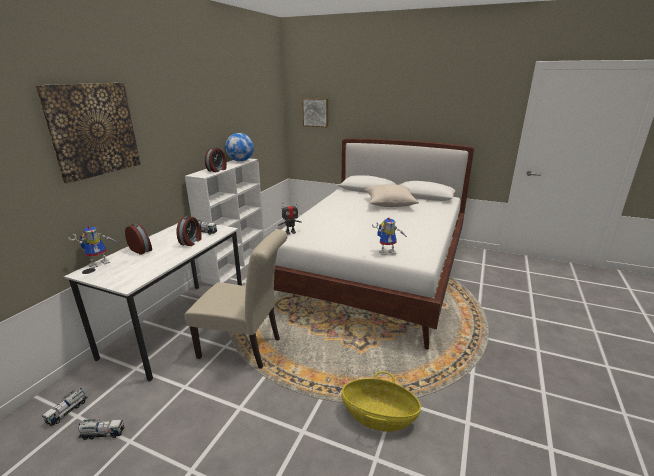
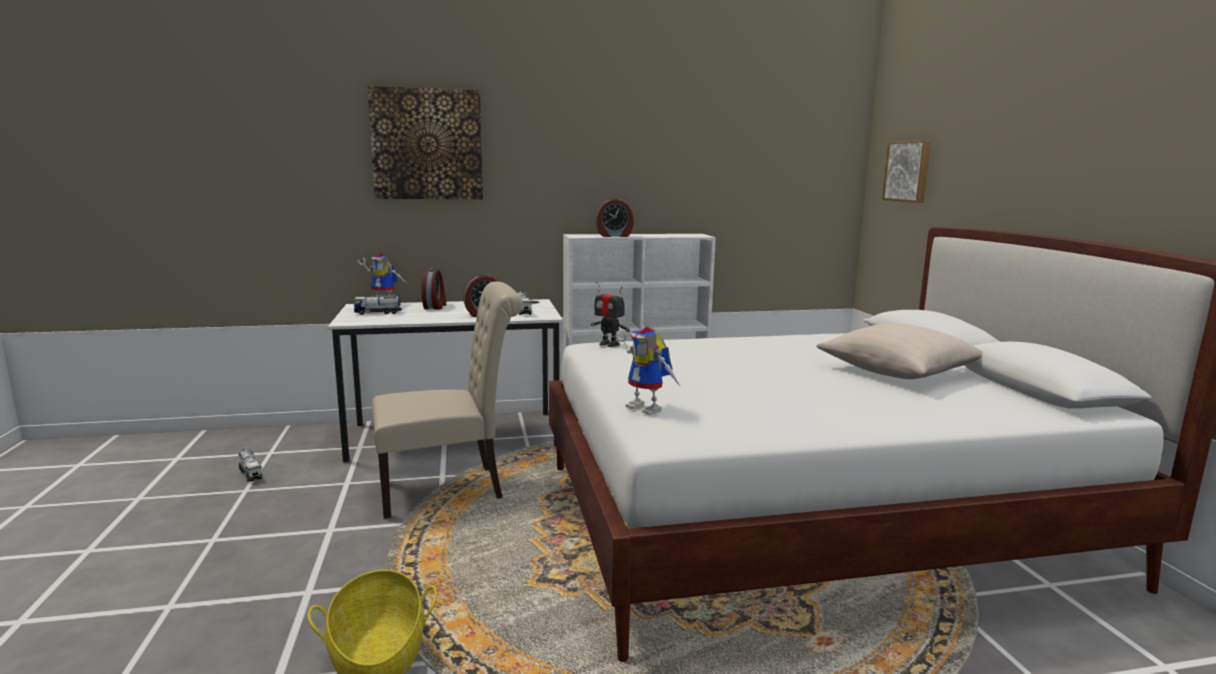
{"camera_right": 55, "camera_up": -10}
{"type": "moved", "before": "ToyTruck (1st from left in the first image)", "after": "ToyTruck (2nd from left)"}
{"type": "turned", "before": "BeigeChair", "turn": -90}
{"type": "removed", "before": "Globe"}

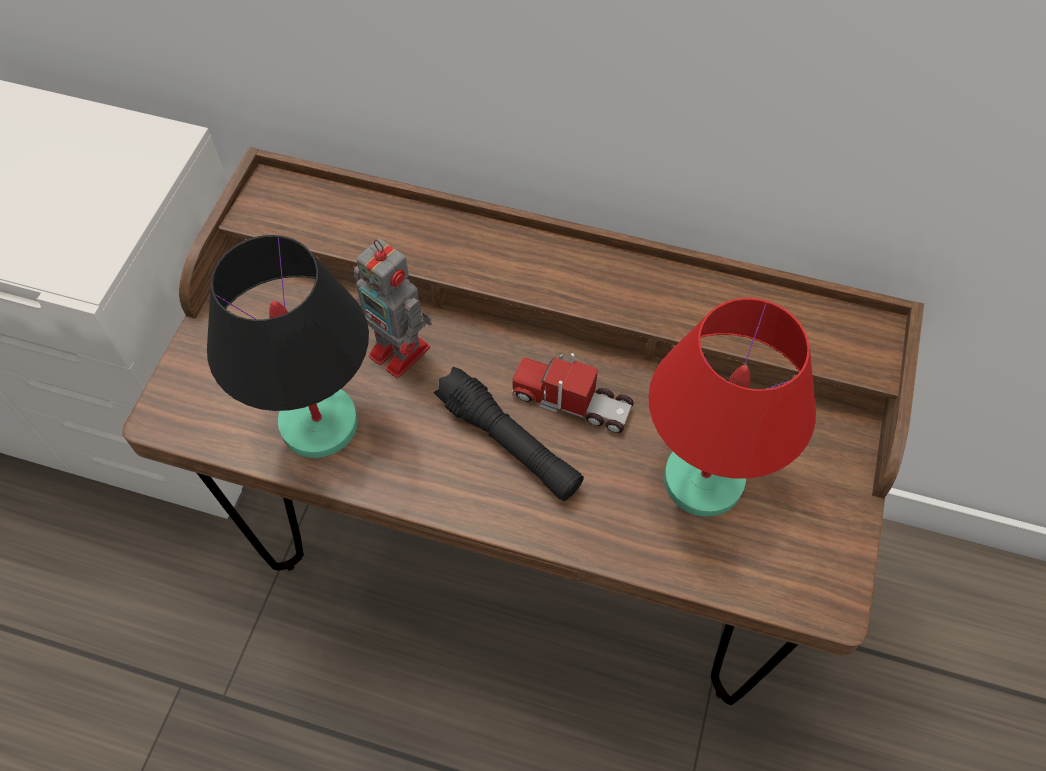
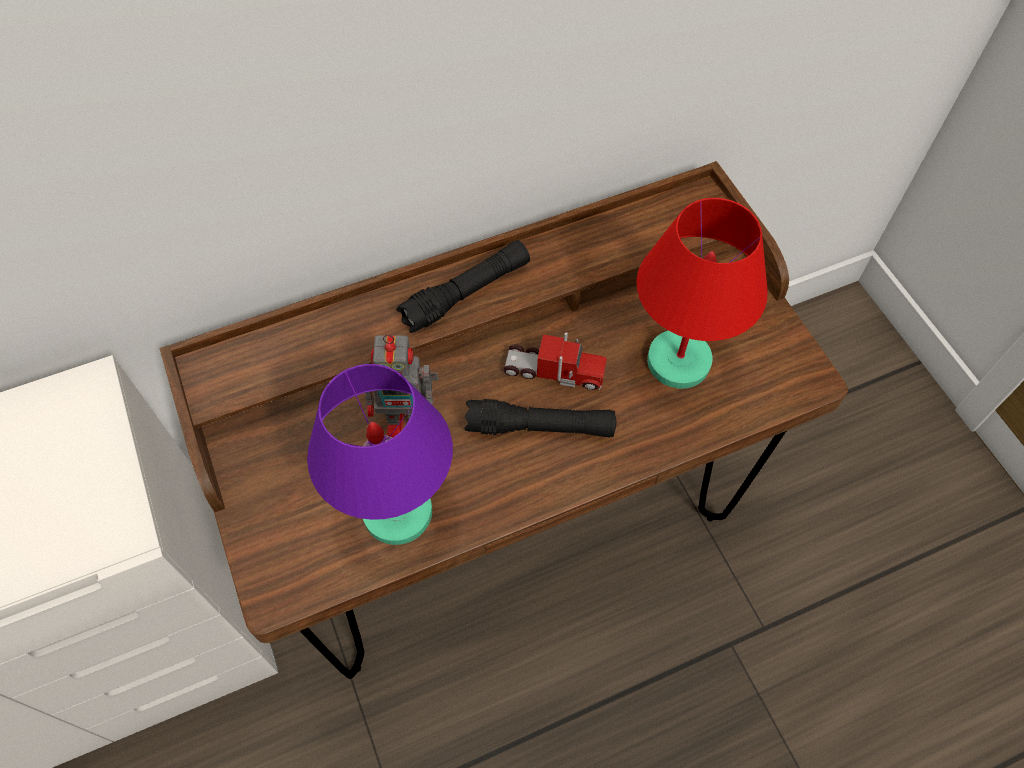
{"camera_right": -40, "camera_up": 0}
{"type": "recoloured", "before": "BlackTableLamp", "after": "PurpleTableLamp"}
{"type": "added", "after": "BlackFlashlight (1st from left)"}
{"type": "turned", "before": "ToyTruck", "turn": -150}

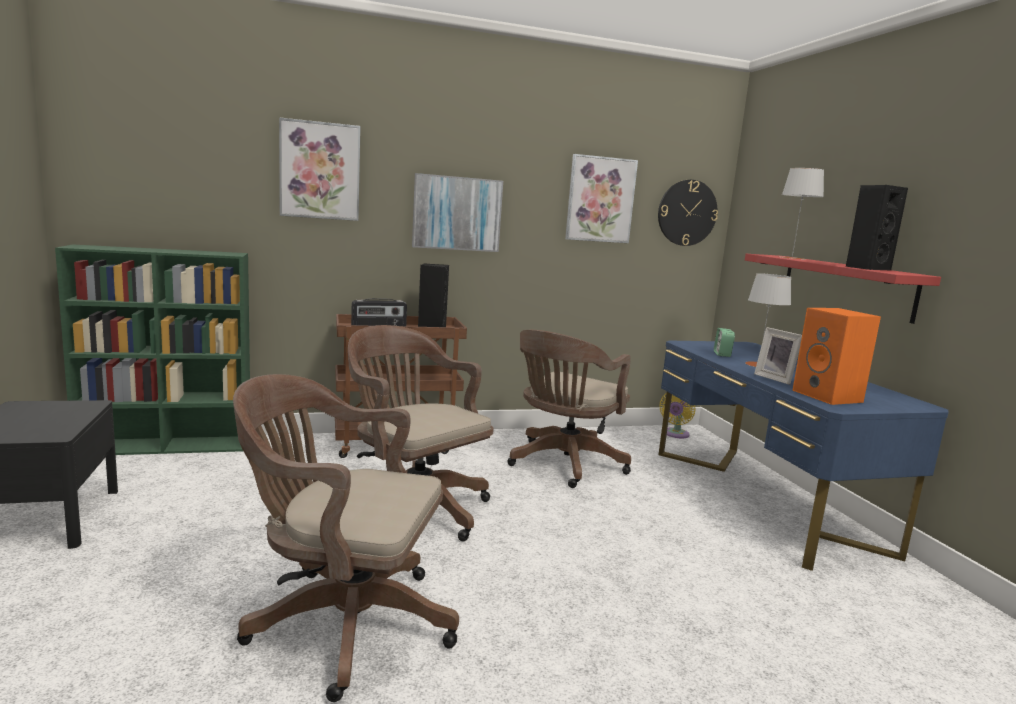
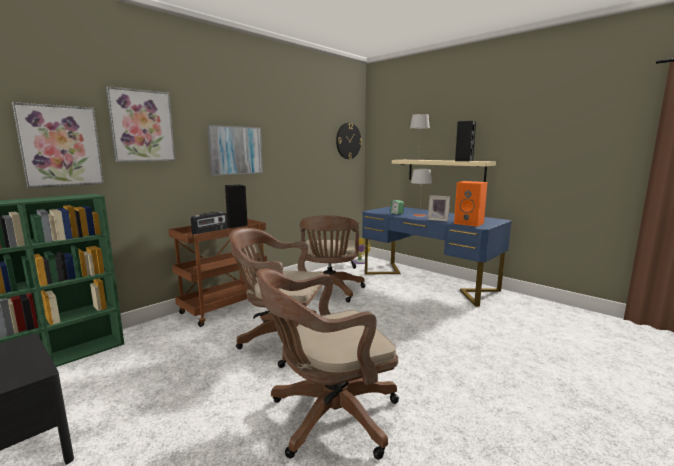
{"camera_right": -30, "camera_up": 0}
{"type": "moved", "before": "Picture (3rd from left in the first image)", "after": "Picture (1st from left)"}
{"type": "recoloured", "before": "RedShelf", "after": "BeigeShelf"}

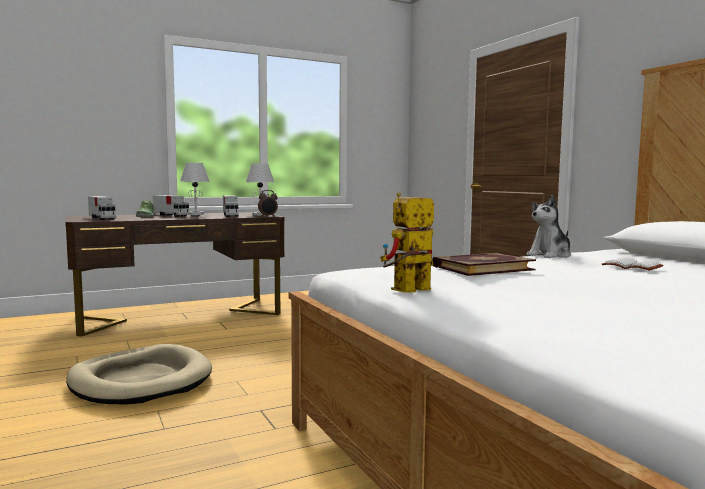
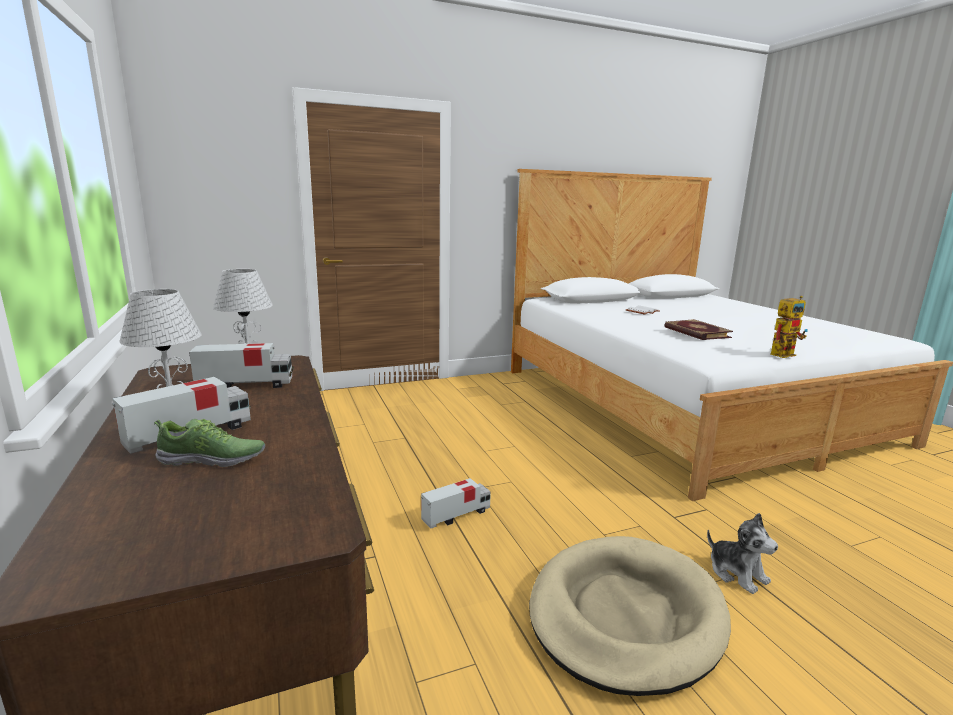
{"camera_right": -85, "camera_up": 10}
{"type": "moved", "before": "ToyTruck (1st from left in the first image)", "after": "ToyTruck (3rd from left)"}
{"type": "moved", "before": "PlushToy"}
{"type": "turned", "before": "ToyRobot", "turn": -90}
{"type": "removed", "before": "AlarmClock"}

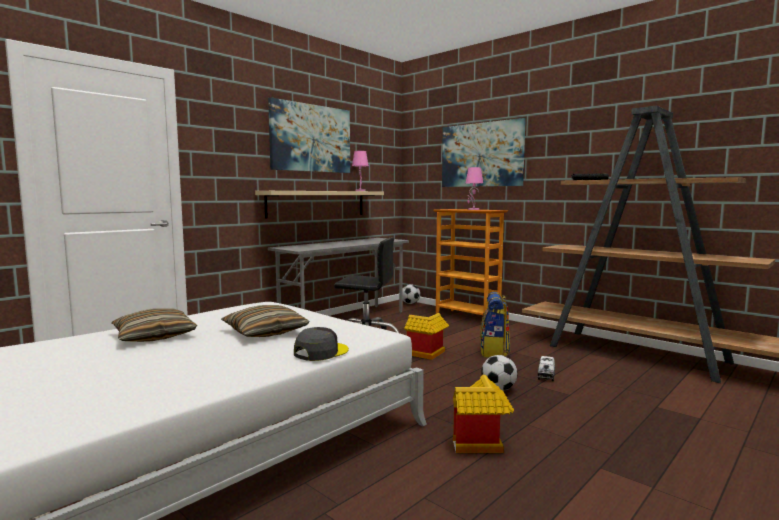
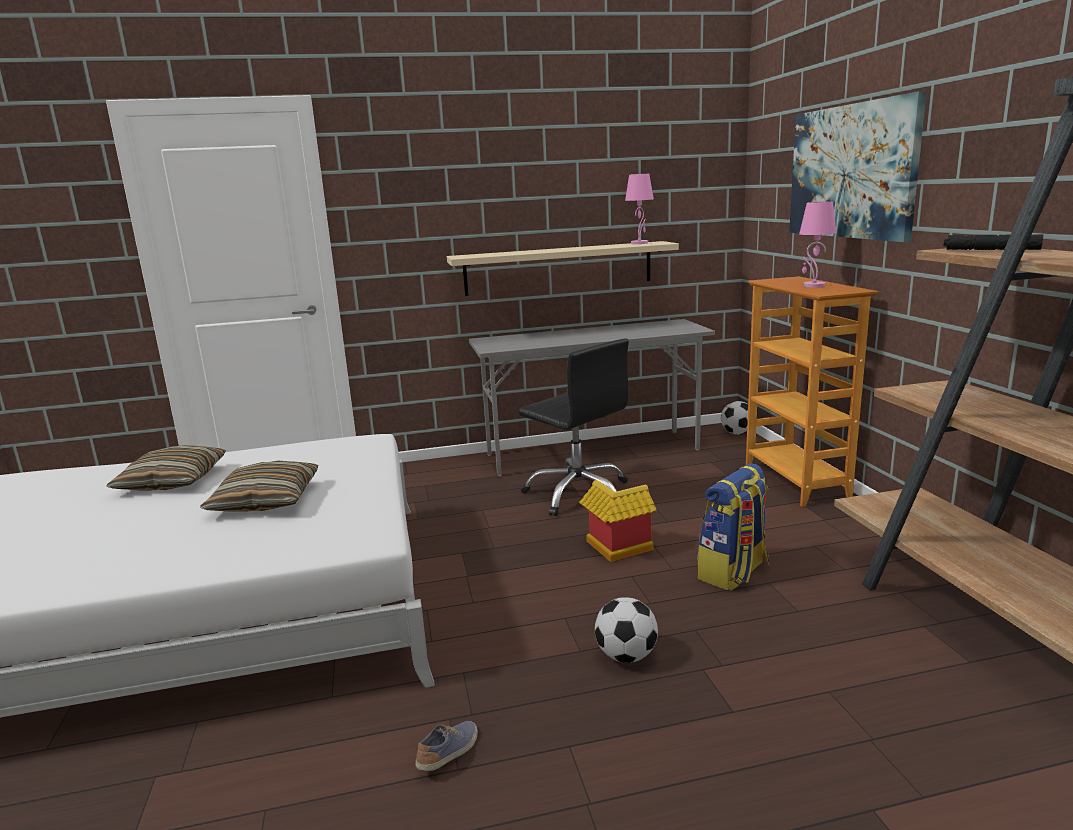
{"camera_right": 35, "camera_up": 10}
{"type": "replaced", "before": "ToyHouse (2nd from left)", "after": "Shoe"}
{"type": "removed", "before": "Picture (1st from left)"}
{"type": "removed", "before": "GreyCap"}
{"type": "removed", "before": "ToyTruck"}

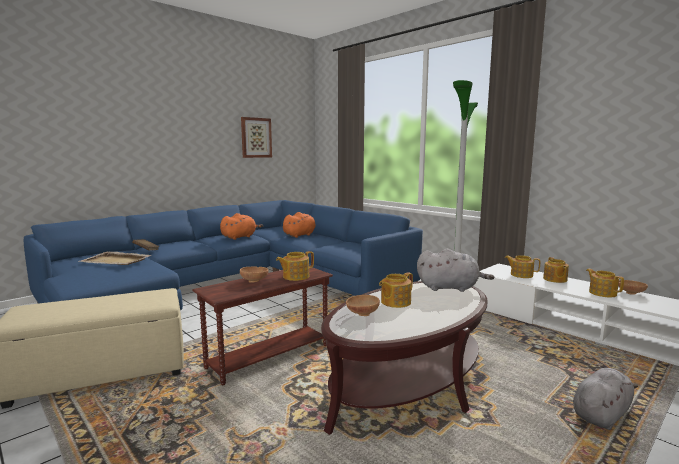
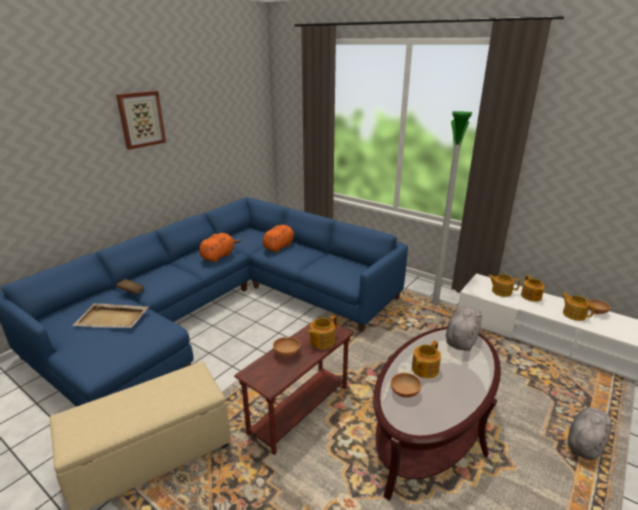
{"camera_right": -10, "camera_up": 15}
{"type": "moved", "before": "Picture"}
{"type": "turned", "before": "GreyPlushToy (1st from left)", "turn": -60}

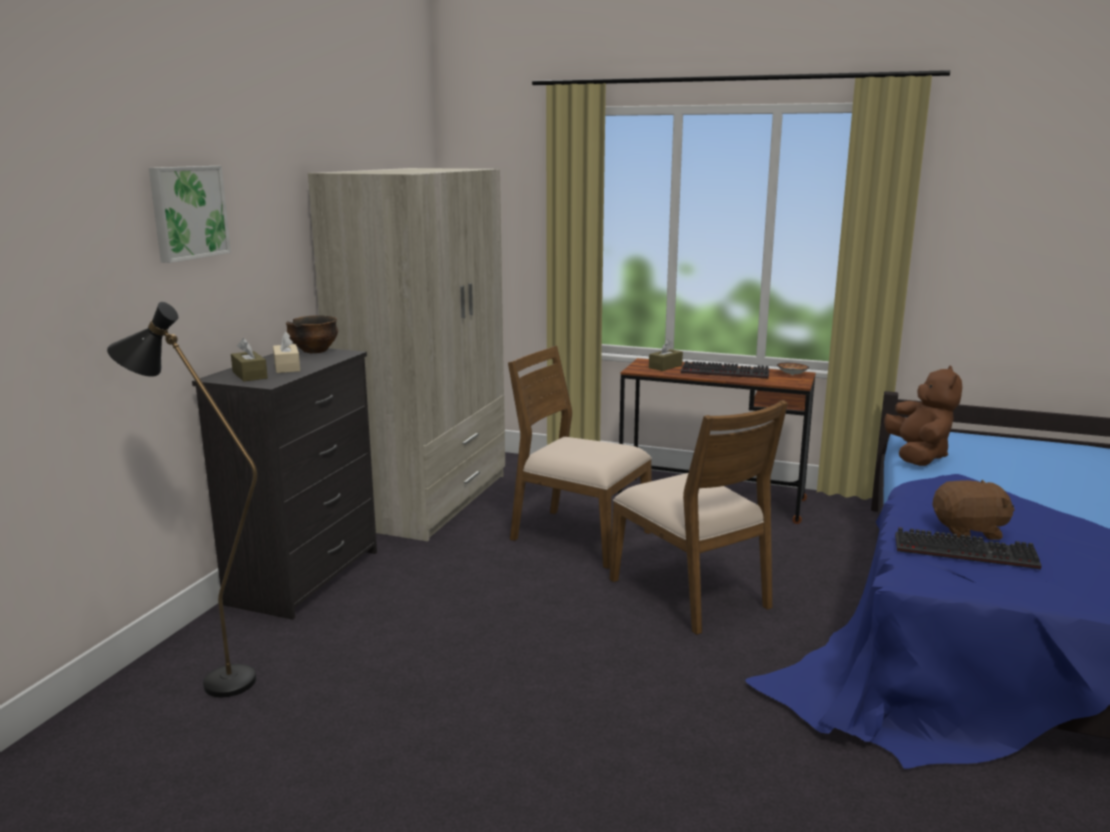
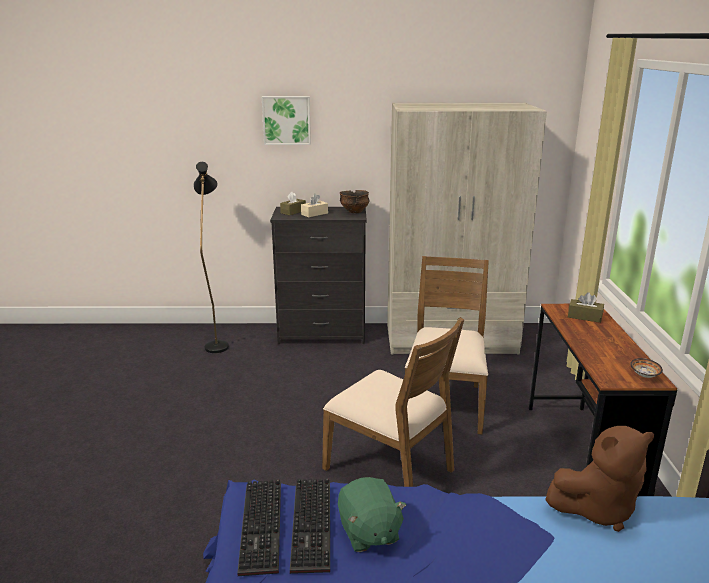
{"camera_right": 70, "camera_up": 5}
{"type": "moved", "before": "Keyboard (1st from left)"}
{"type": "turned", "before": "BrownChair (2nd from left in the first image)", "turn": -90}
{"type": "recoloured", "before": "BrownPlushToy (2nd from left)", "after": "GreenPlushToy"}

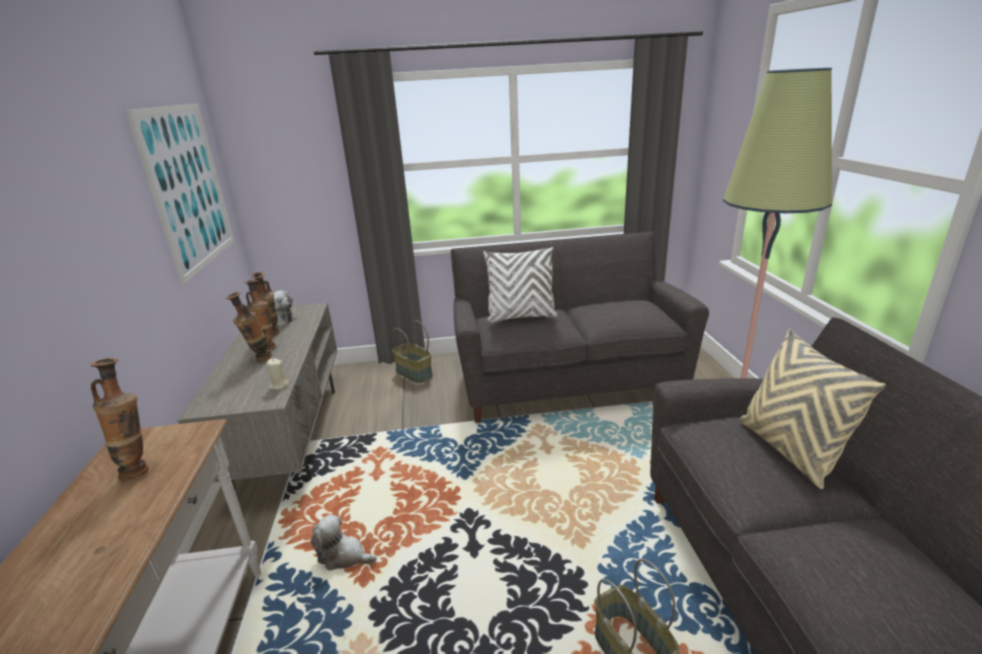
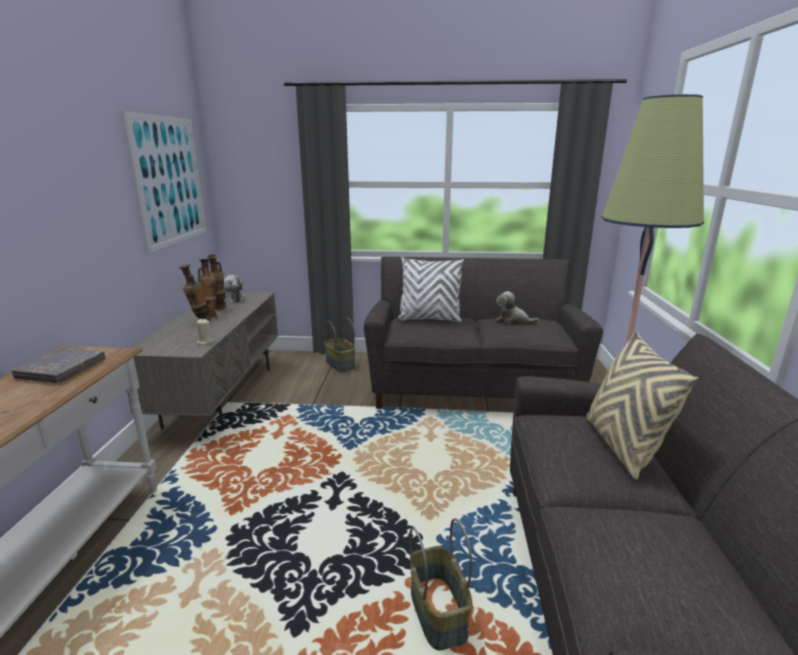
{"camera_right": 10, "camera_up": -5}
{"type": "replaced", "before": "Vase (1st from left)", "after": "GreyBook"}
{"type": "moved", "before": "PlushToy (2nd from left)"}

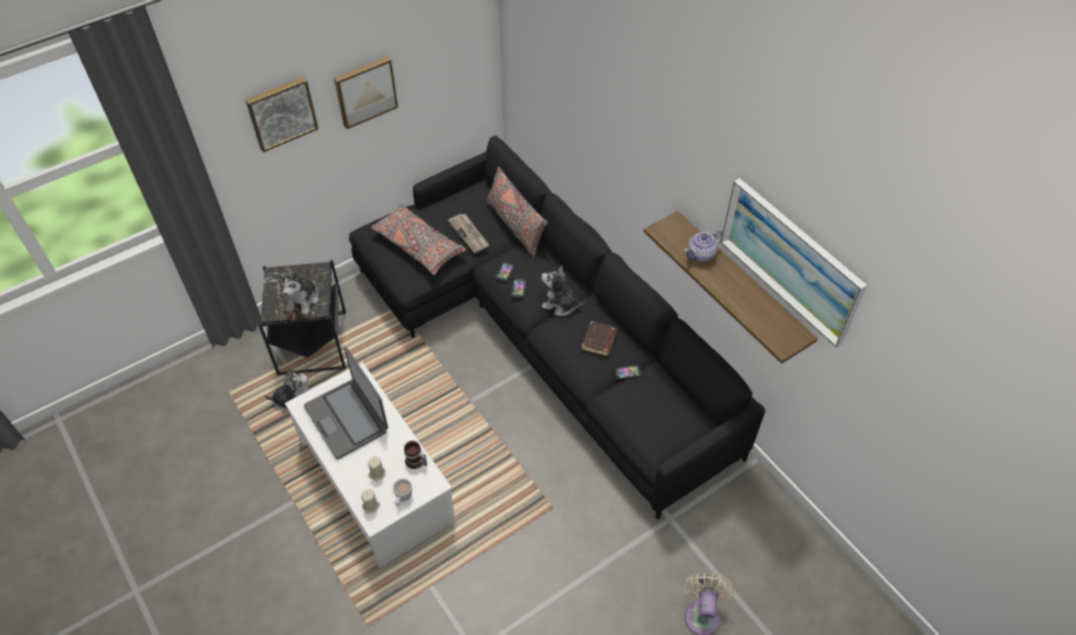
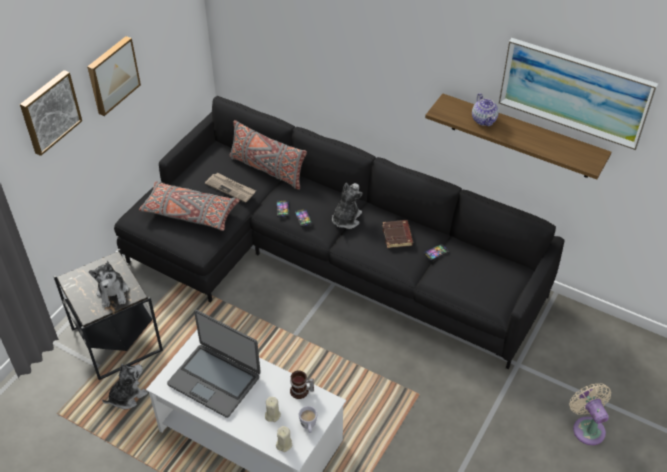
{"camera_right": -25, "camera_up": -5}
{"type": "turned", "before": "PlushToy (3rd from left)", "turn": 120}
{"type": "turned", "before": "Teapot", "turn": -45}

